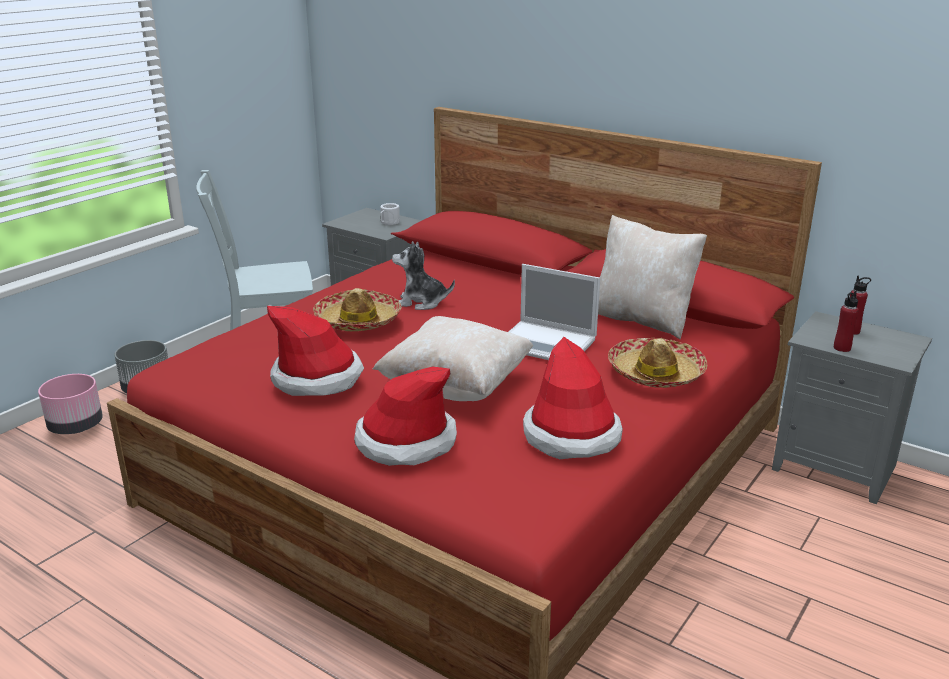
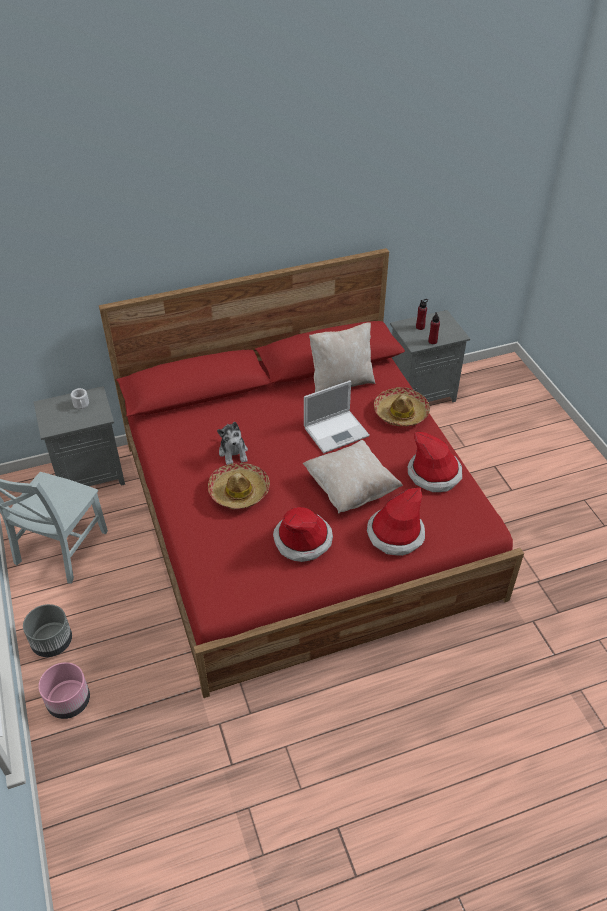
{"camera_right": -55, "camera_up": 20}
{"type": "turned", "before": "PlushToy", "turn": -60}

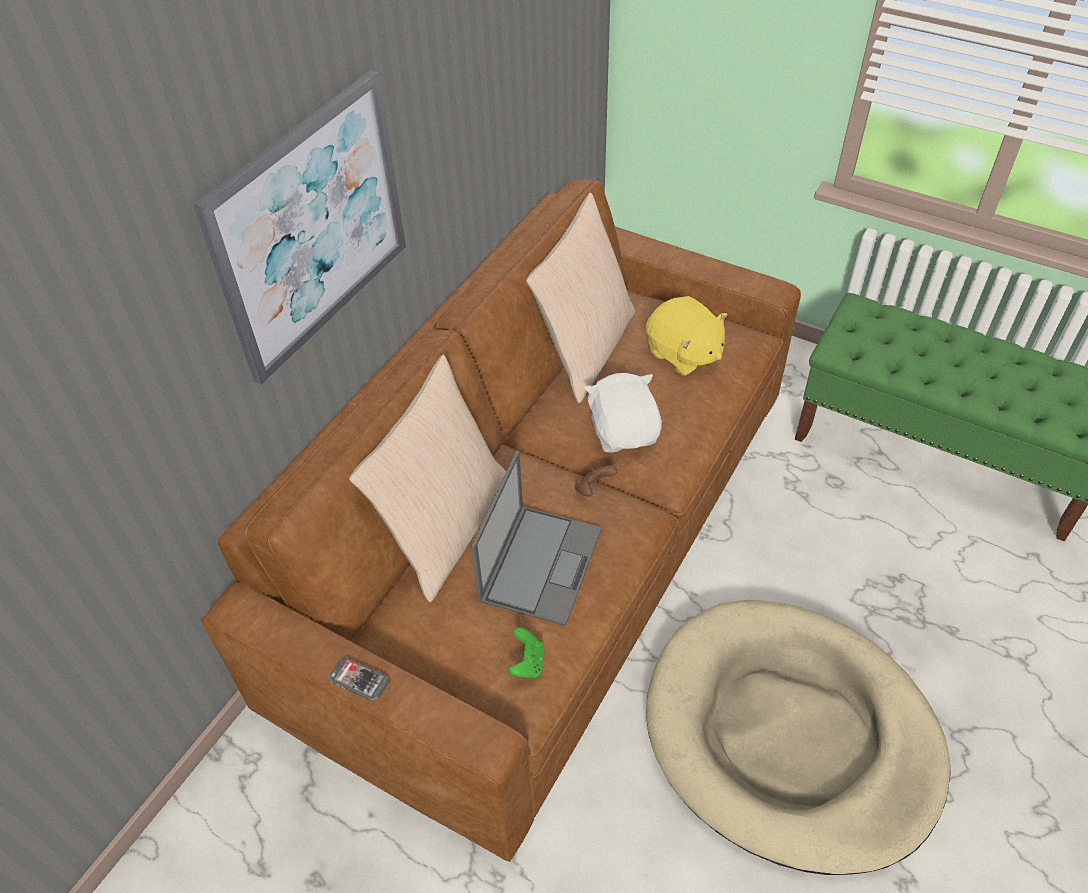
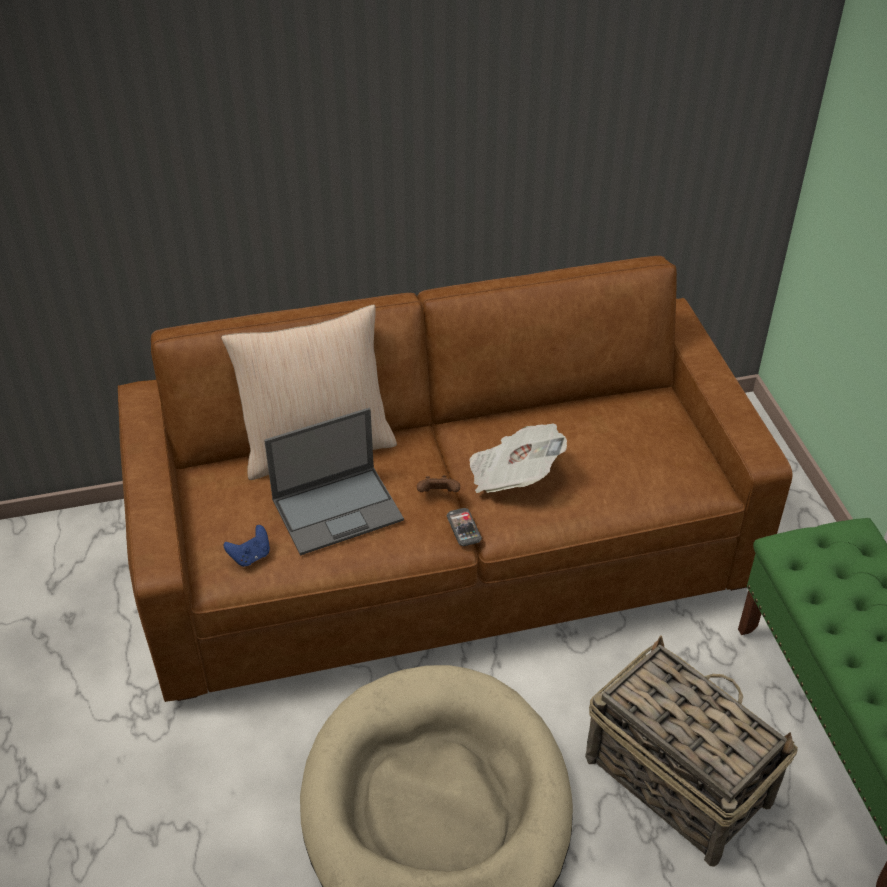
{"camera_right": 45, "camera_up": -5}
{"type": "recoloured", "before": "GreenGameController", "after": "BlueGameController"}
{"type": "moved", "before": "Phone"}
{"type": "replaced", "before": "WhitePlushToy", "after": "Newspaper"}
{"type": "added", "after": "Basket"}
{"type": "removed", "before": "Picture"}
{"type": "removed", "before": "BeigePillow (2nd from left)"}
{"type": "removed", "before": "YellowPlushToy"}

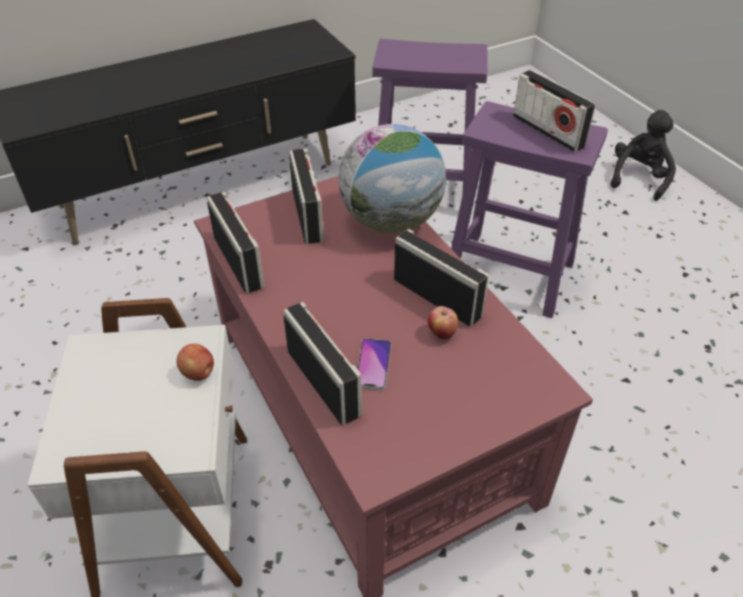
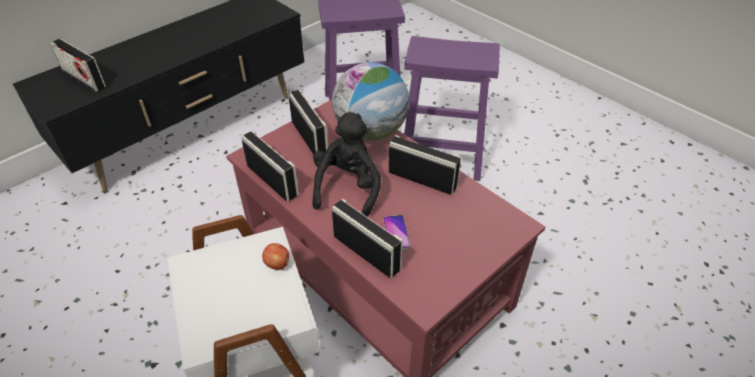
{"camera_right": -15, "camera_up": 0}
{"type": "moved", "before": "Radio (5th from left in the first image)", "after": "Radio (1st from left)"}
{"type": "moved", "before": "BlackPlushToy"}
{"type": "removed", "before": "Apple (2nd from left)"}

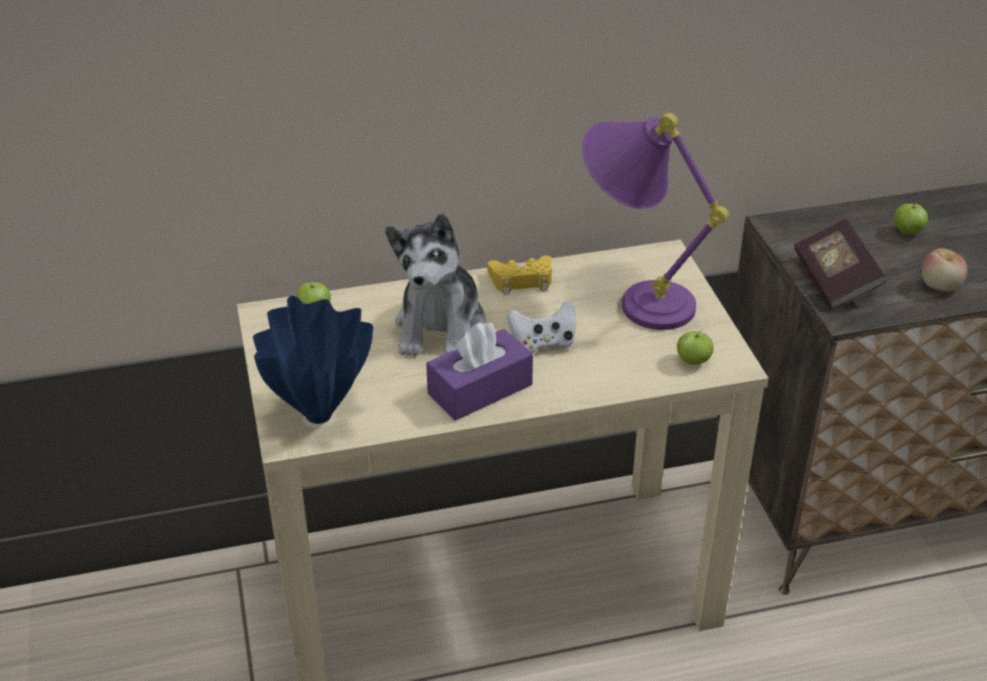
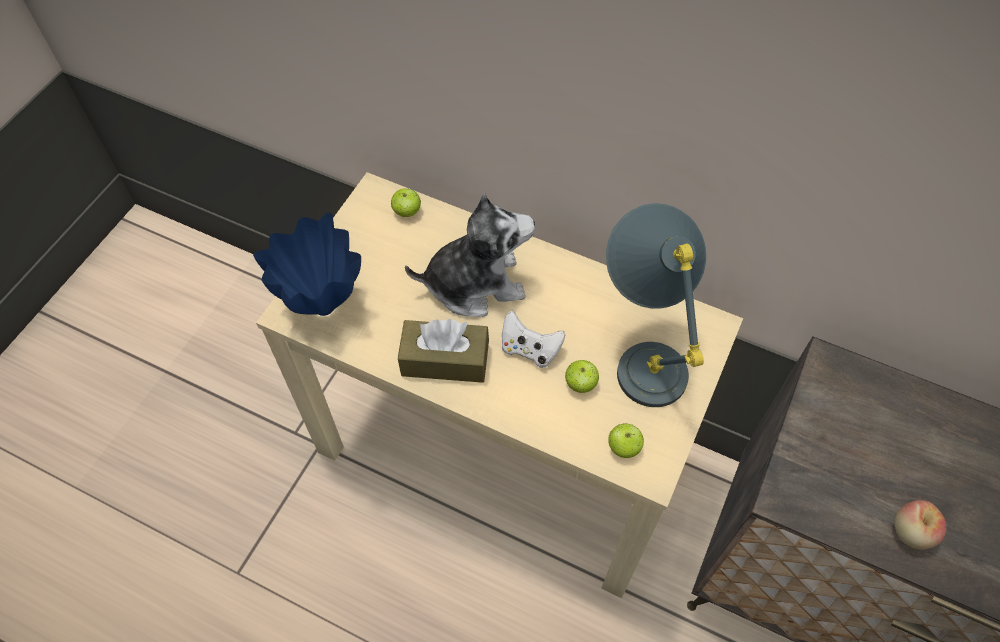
{"camera_right": 40, "camera_up": 20}
{"type": "recoloured", "before": "PurpleTissueBox", "after": "BrownTissueBox"}
{"type": "turned", "before": "PlushToy", "turn": -150}
{"type": "moved", "before": "Apple (3rd from left in the first image)", "after": "Apple (2nd from left)"}
{"type": "recoloured", "before": "PurpleTableLamp", "after": "GreyTableLamp"}
{"type": "removed", "before": "YellowGameController"}
{"type": "removed", "before": "Book"}

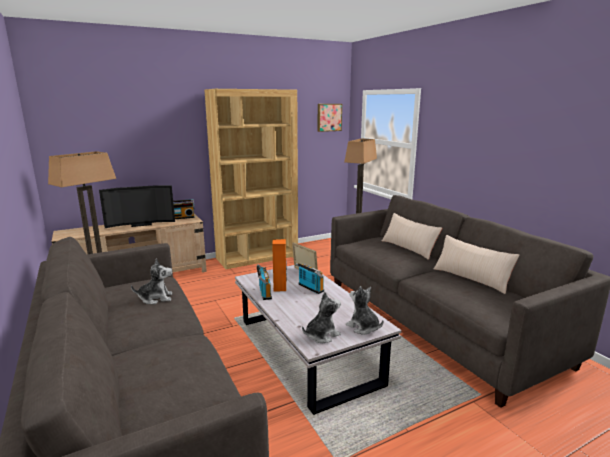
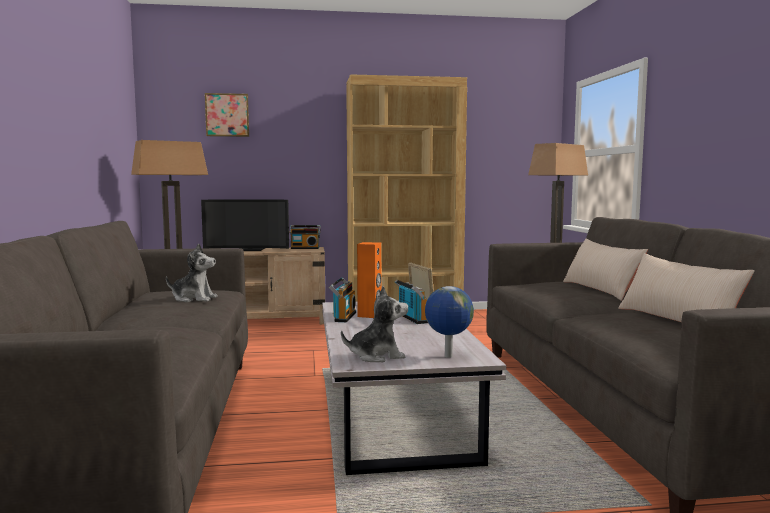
{"camera_right": 20, "camera_up": -10}
{"type": "moved", "before": "Picture"}
{"type": "replaced", "before": "PlushToy (3rd from left)", "after": "Globe"}

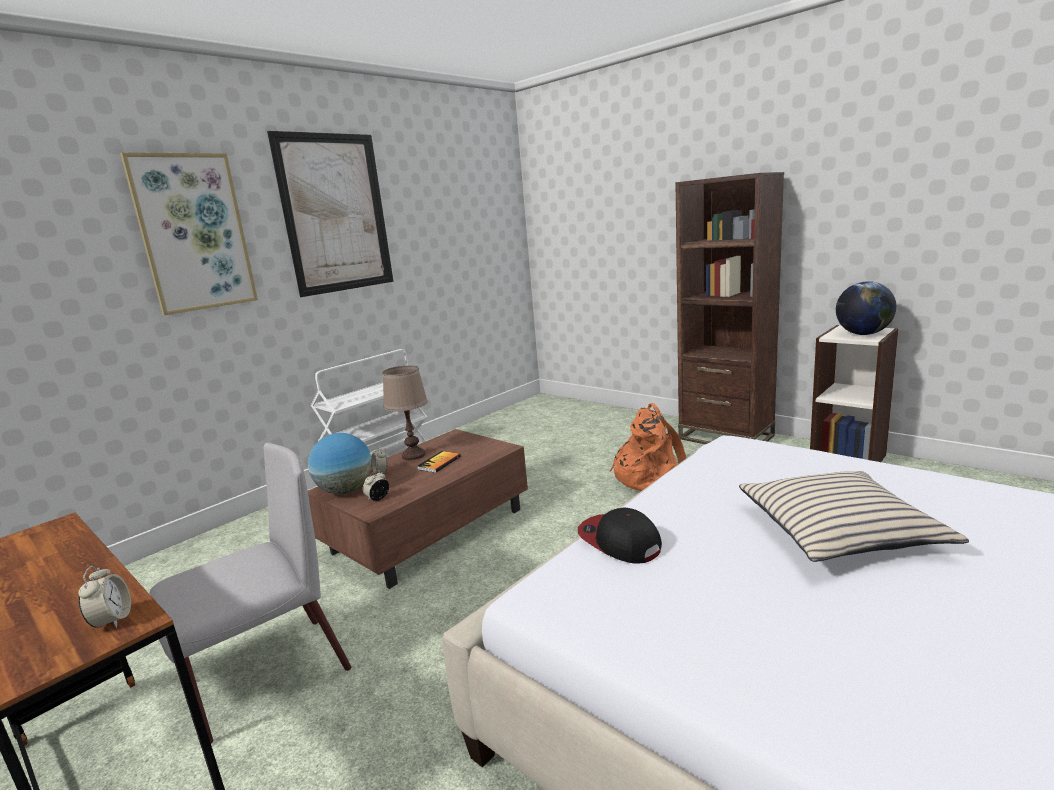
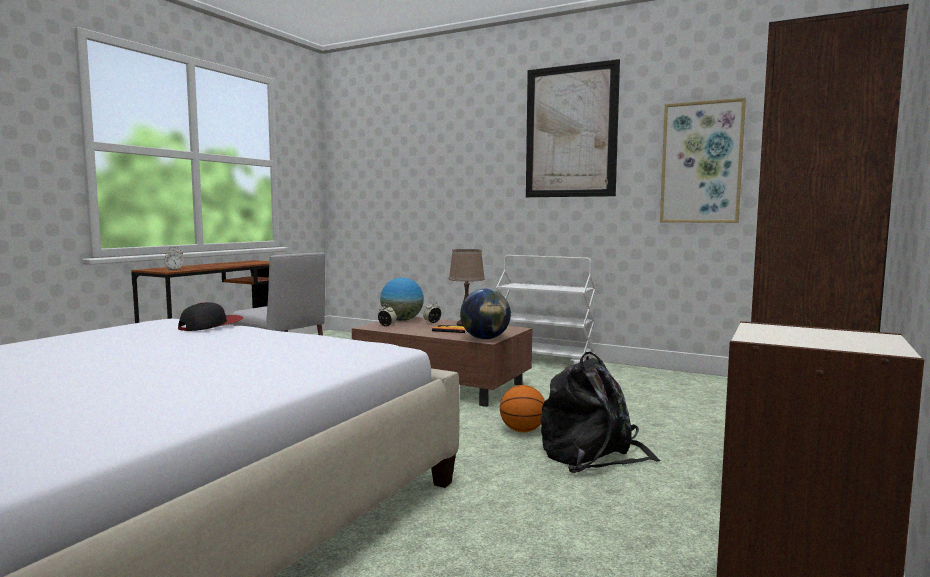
{"camera_right": 75, "camera_up": -10}
{"type": "moved", "before": "Globe (2nd from left)"}
{"type": "added", "after": "Basketball"}
{"type": "recoloured", "before": "OrangeBackpack", "after": "BlackBackpack"}
{"type": "moved", "before": "Picture (1st from left in the first image)", "after": "Picture (2nd from left)"}
{"type": "removed", "before": "BeigePillow"}

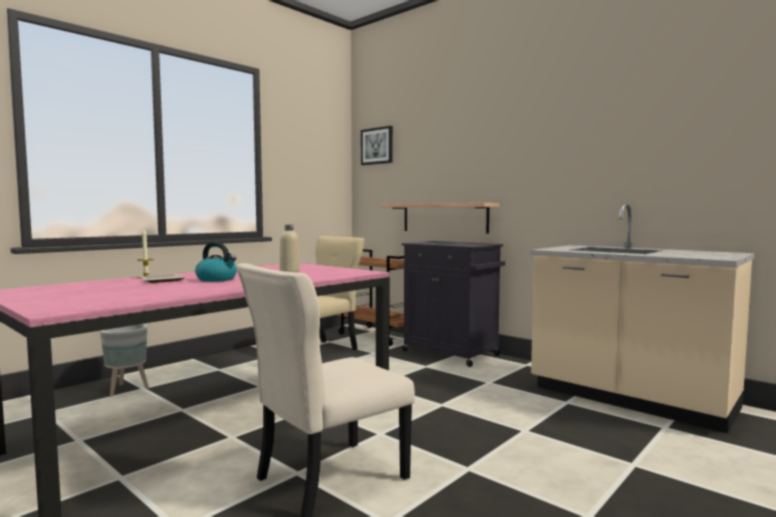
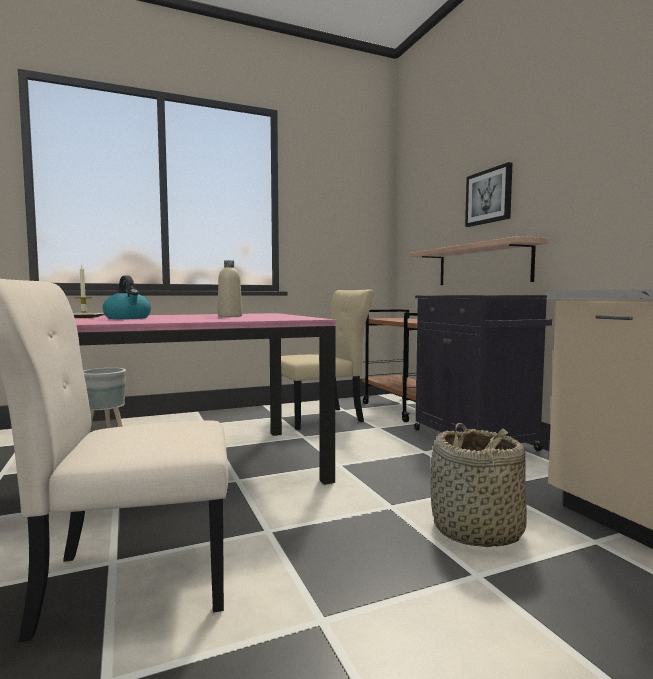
{"camera_right": 25, "camera_up": 0}
{"type": "added", "after": "Basket"}
{"type": "moved", "before": "Picture"}

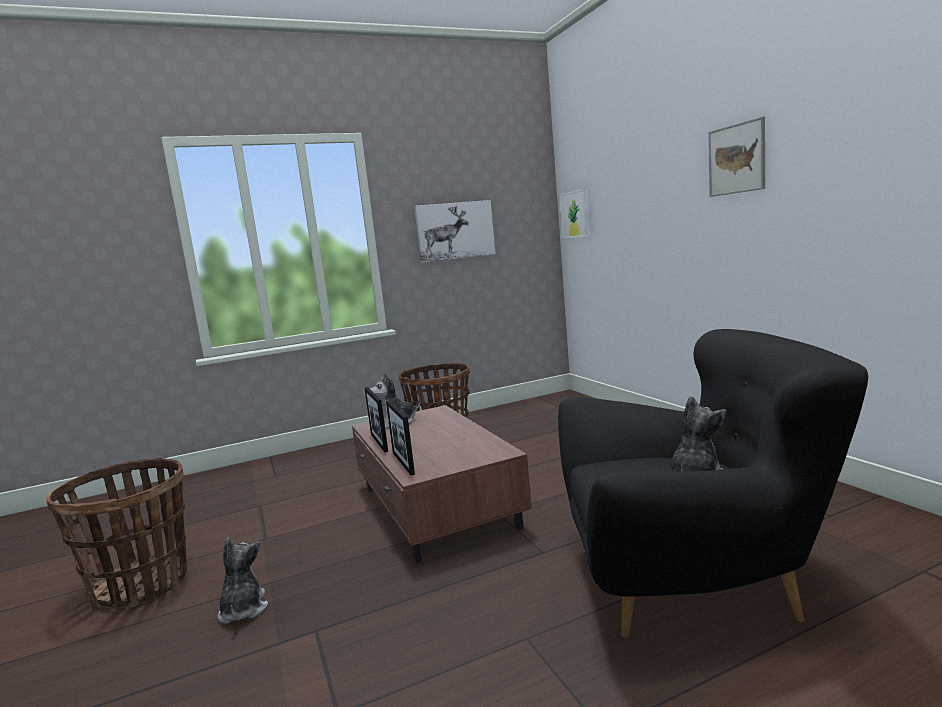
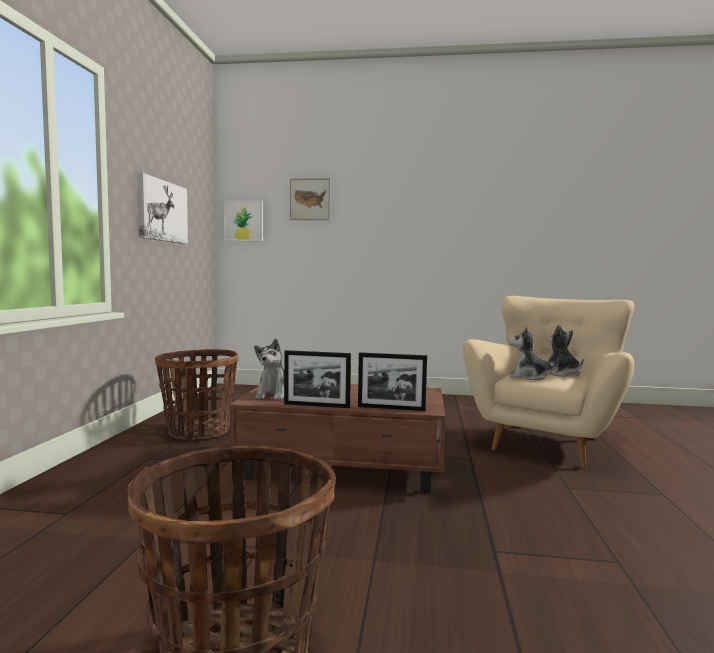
{"camera_right": -60, "camera_up": -5}
{"type": "moved", "before": "Picture (3rd from left)"}
{"type": "recoloured", "before": "BlackArmchair", "after": "BeigeArmchair"}
{"type": "moved", "before": "PlushToy (1st from left in the first image)", "after": "PlushToy (2nd from left)"}

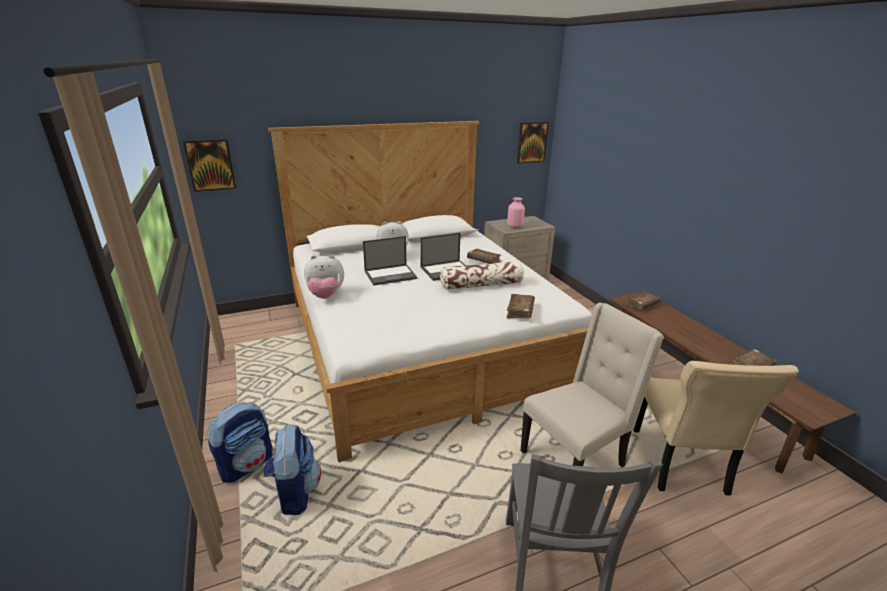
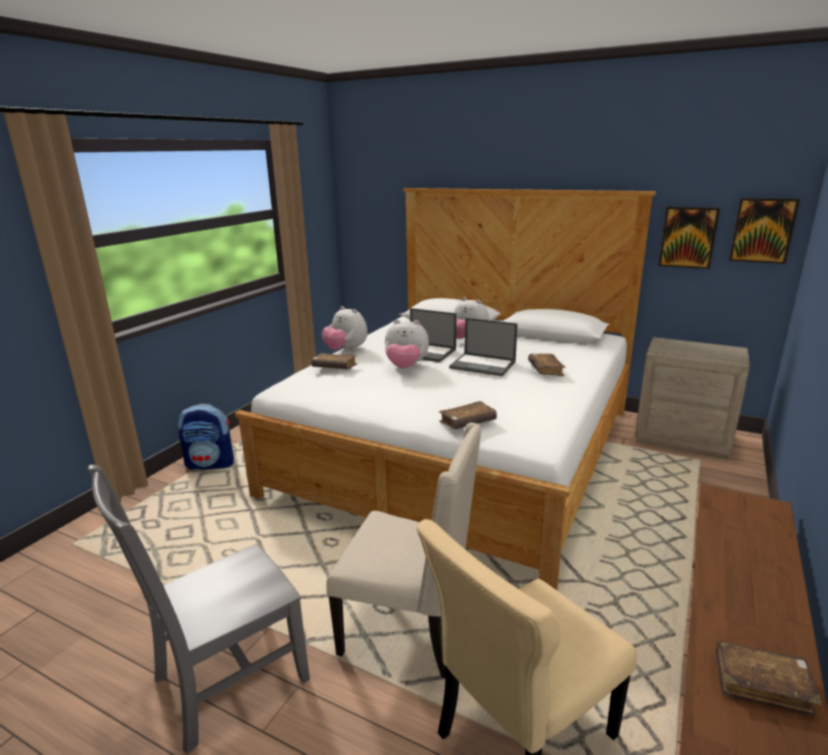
{"camera_right": 50, "camera_up": -5}
{"type": "moved", "before": "BrownBook (3rd from left in the first image)", "after": "BrownBook (1st from left)"}
{"type": "added", "after": "PlushToy (2nd from left)"}
{"type": "moved", "before": "Picture (1st from left)"}
{"type": "removed", "before": "Backpack (2nd from left)"}
{"type": "removed", "before": "Pillow"}
{"type": "removed", "before": "PinkVase"}

